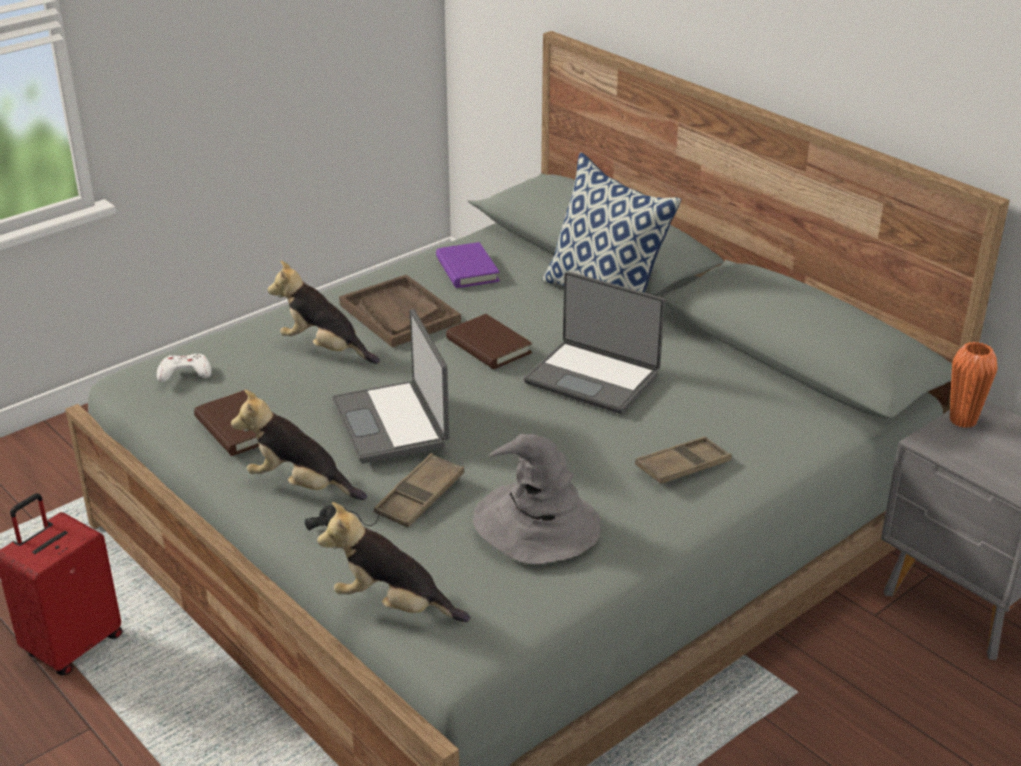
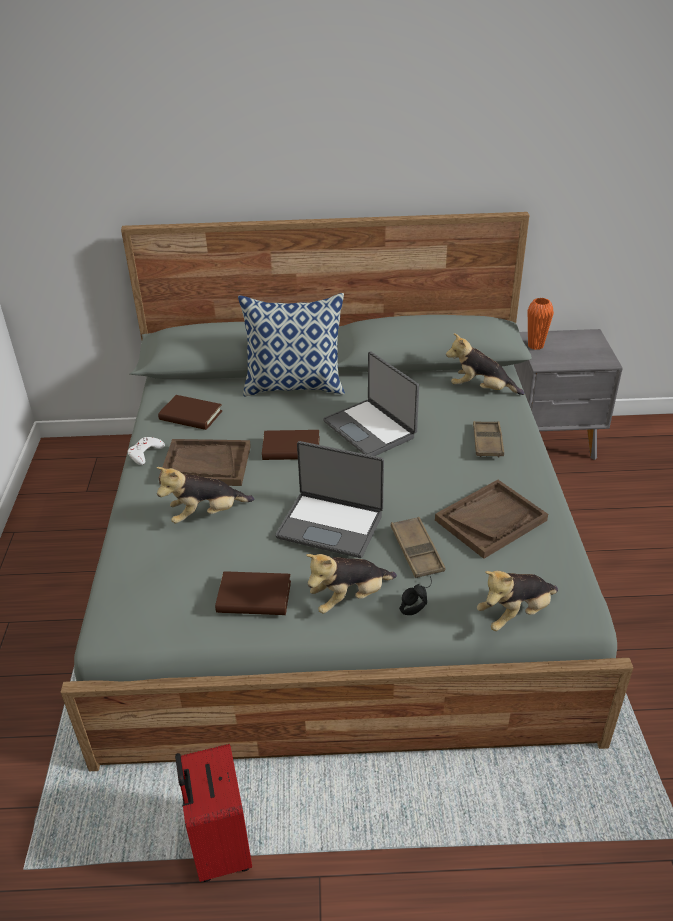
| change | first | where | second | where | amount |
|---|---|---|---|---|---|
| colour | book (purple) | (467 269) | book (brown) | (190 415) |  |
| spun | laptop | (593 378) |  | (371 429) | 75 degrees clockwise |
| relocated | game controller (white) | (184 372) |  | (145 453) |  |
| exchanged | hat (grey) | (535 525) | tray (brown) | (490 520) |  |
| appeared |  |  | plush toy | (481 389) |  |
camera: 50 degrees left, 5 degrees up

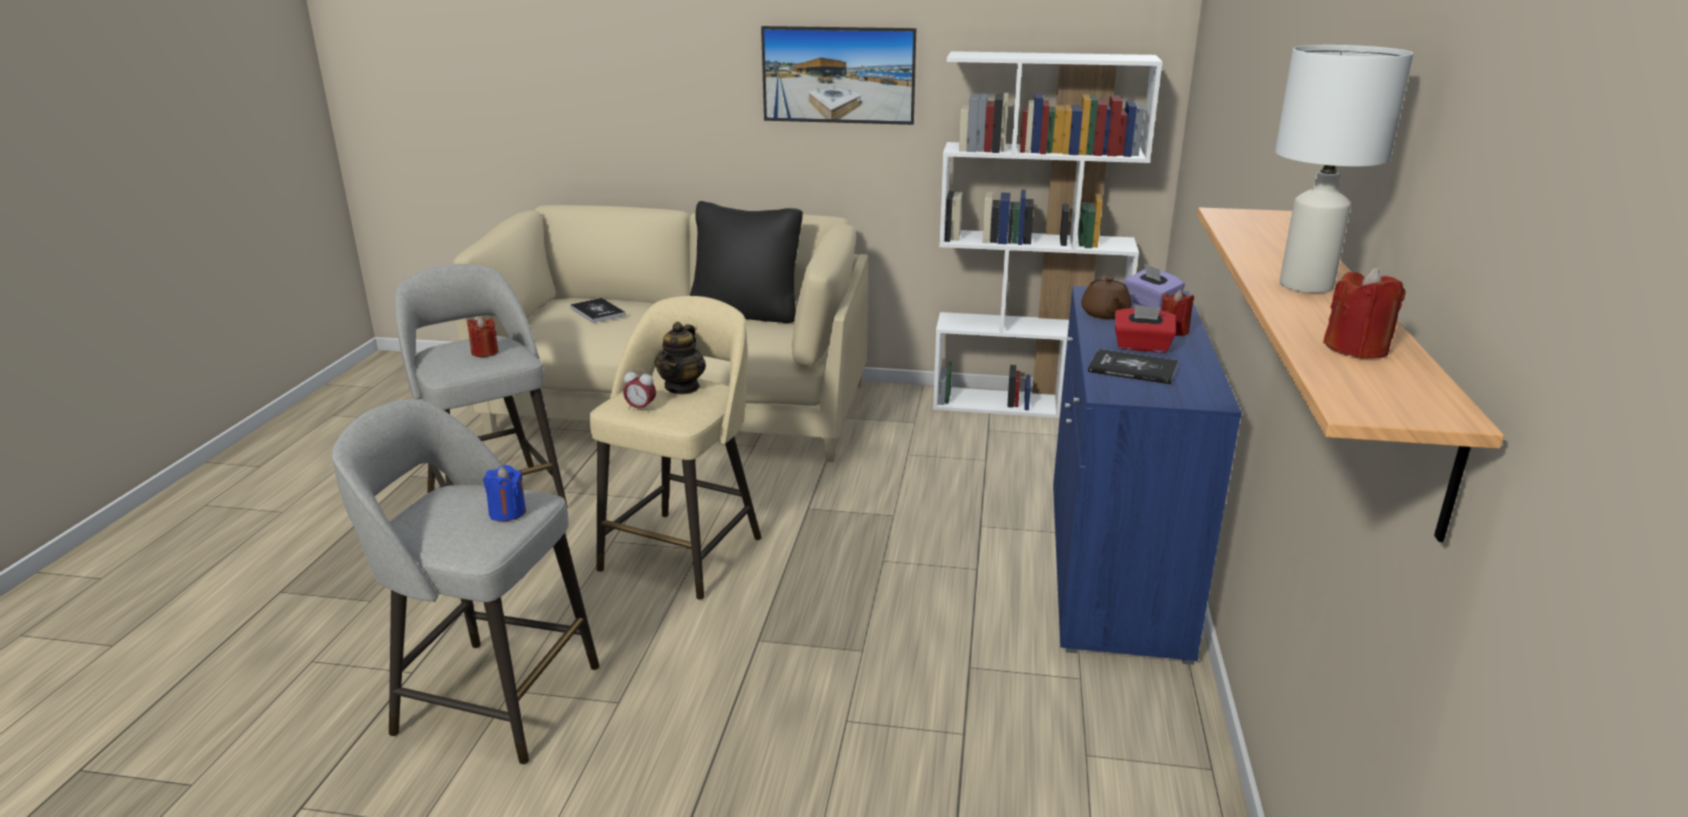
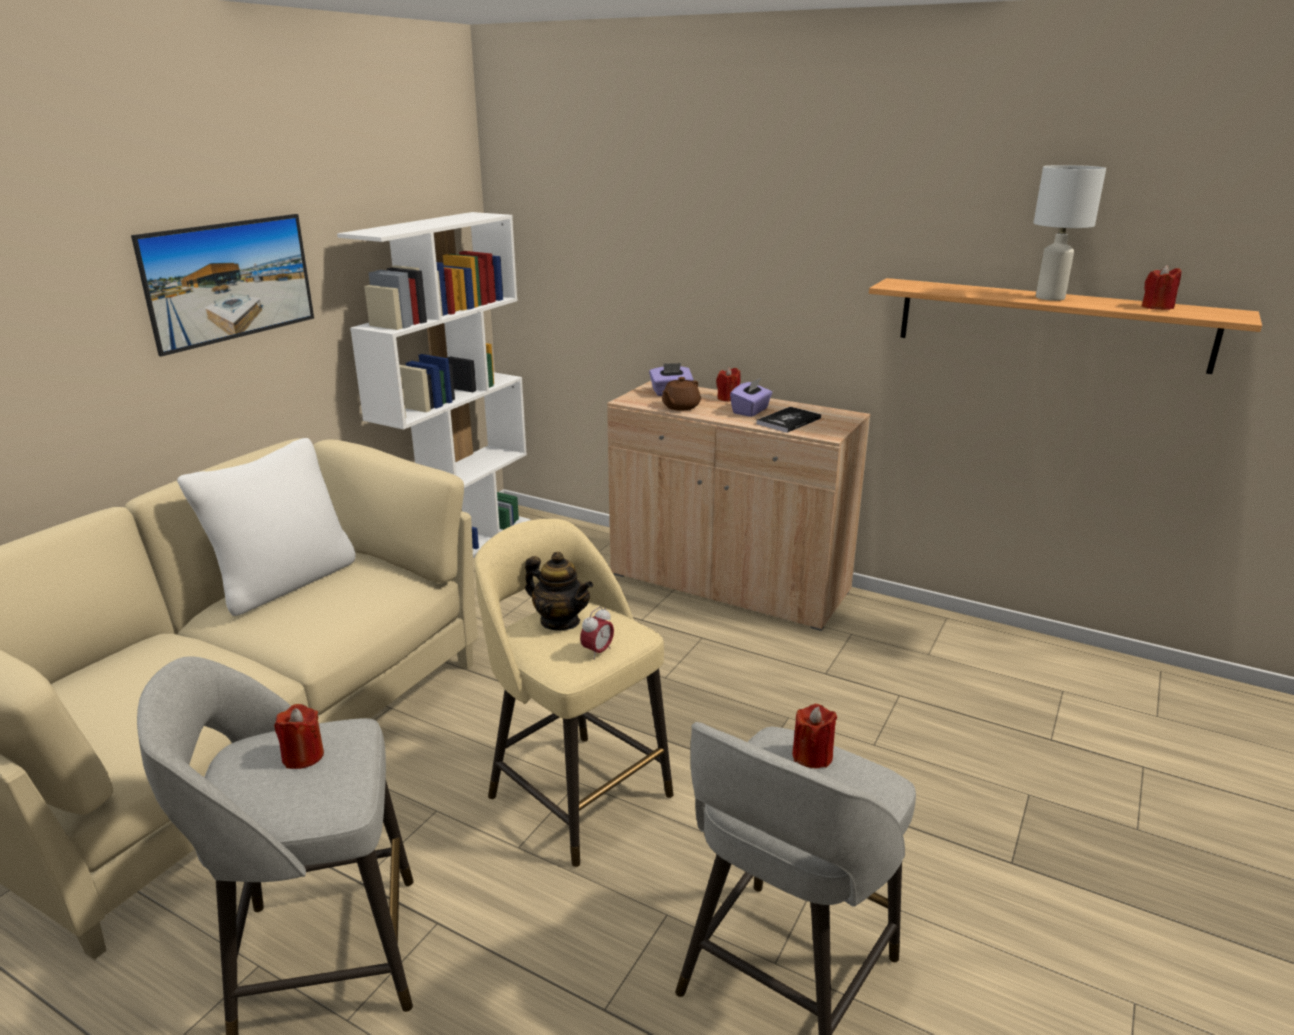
| change | first | where | second | where | amount |
|---|---|---|---|---|---|
| colour | pillow (black) | (746 313) | pillow (white) | (285 582) |  |
| spun | teapot (brown) | (1105 314) |  | (680 407) | 105 degrees clockwise |
| colour | cabinet (blue) | (1113 566) | cabinet (beige) | (728 584) |  |
| missing | book | (597 312) |  |  |  |
| colour | tissue box (red) | (1142 347) | tissue box (purple) | (750 411) |  |
| colour | candle (blue) | (507 512) | candle (red) | (812 756) |  |
camera: 70 degrees left, 0 degrees up

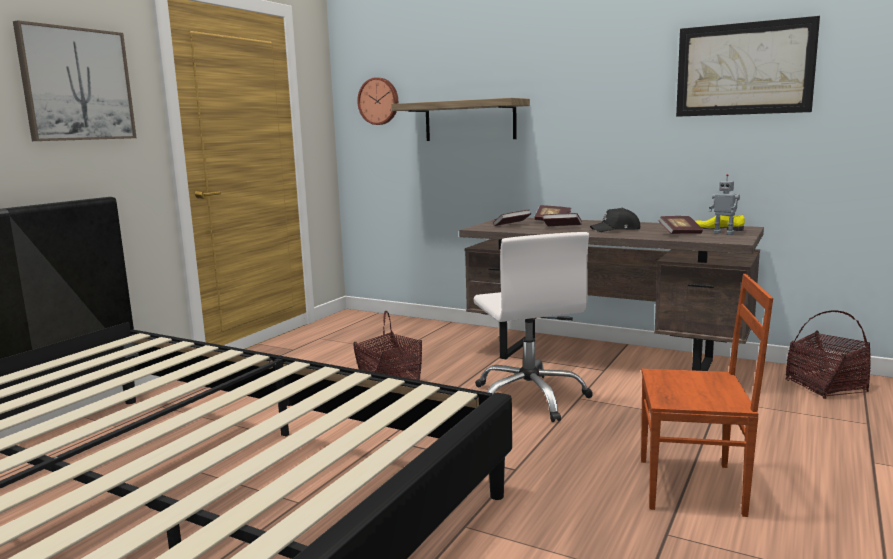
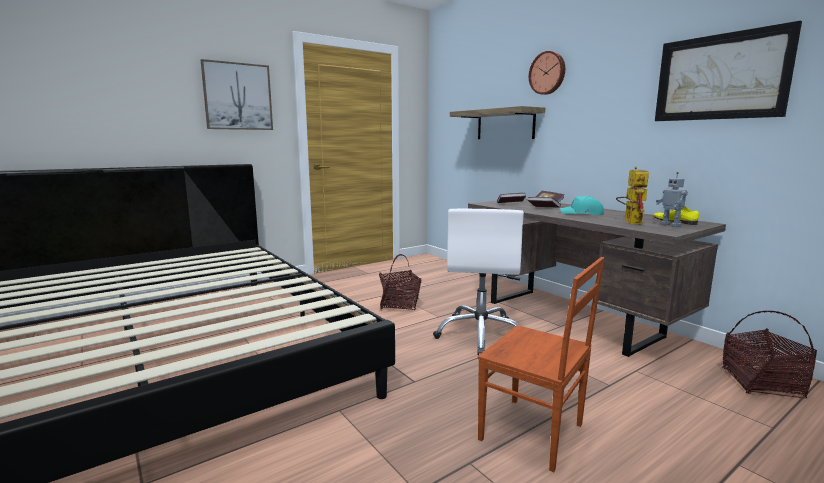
| change | first | where | second | where | amount |
|---|---|---|---|---|---|
| relocated | wall clock | (379 101) |  | (548 73) |  |
| colour | cap (black) | (616 230) | cap (turquoise) | (582 214) |  |
| exchanged | book | (680 233) | toy robot | (630 221) |  |
camera: 25 degrees right, 0 degrees up

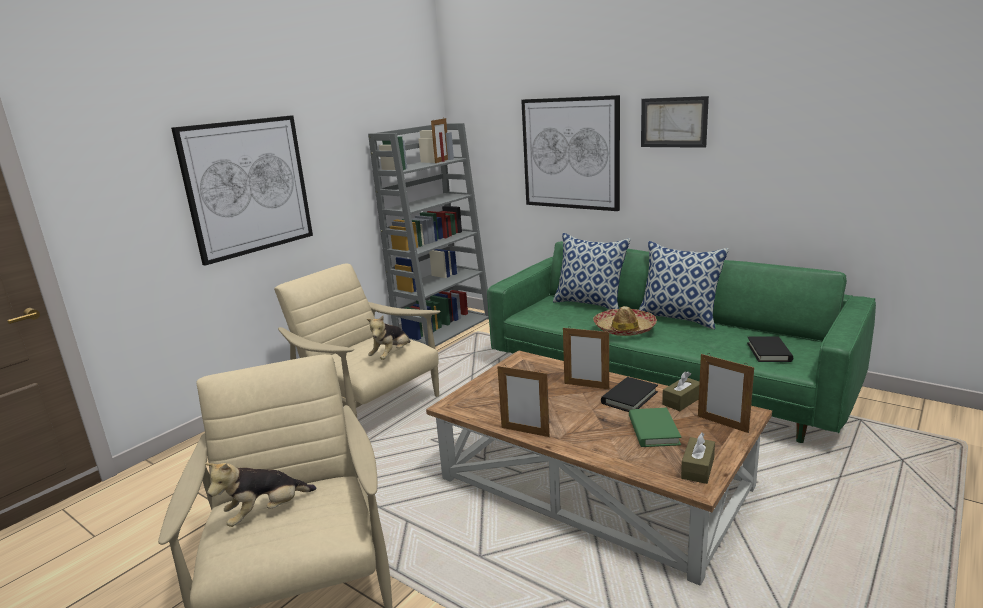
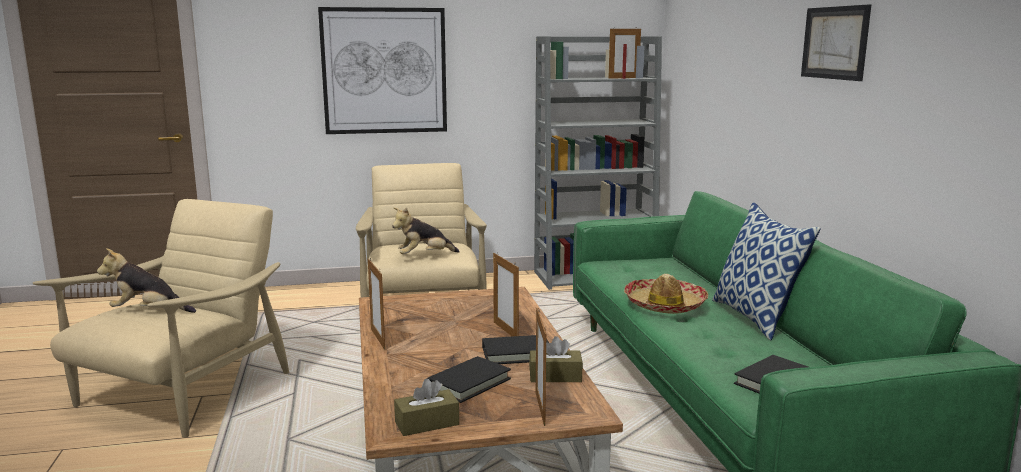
| change | first | where | second | where | amount |
|---|---|---|---|---|---|
| missing | picture | (570 153) |  |  |  |
| missing | pillow | (590 303) |  |  |  |
| colour | book (green) | (653 430) | book (black) | (468 383) |  |
camera: 40 degrees right, 5 degrees down

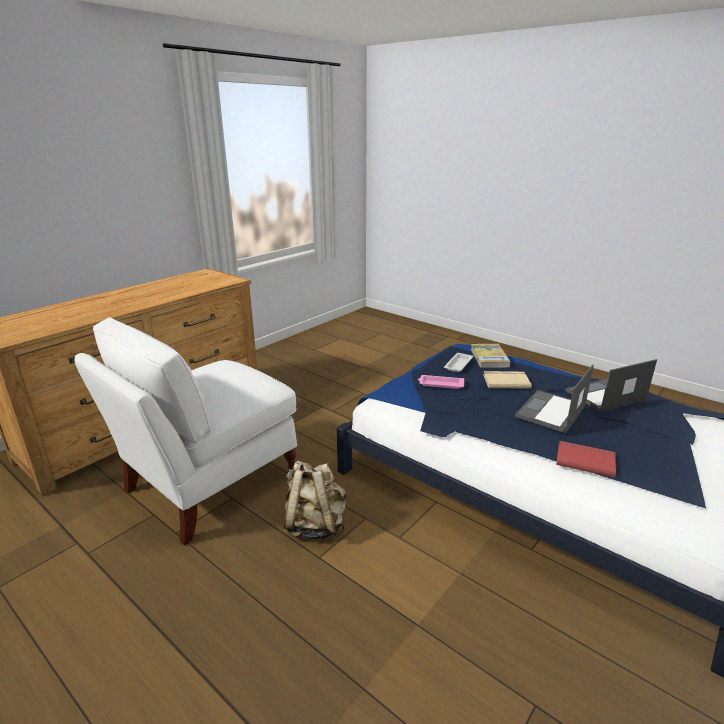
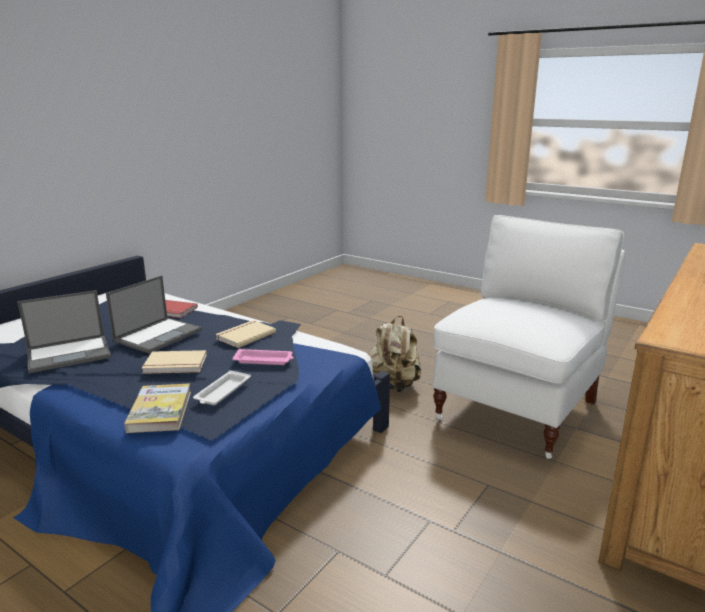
| change | first | where | second | where | amount |
|---|---|---|---|---|---|
| appeared |  |  | book (beige) | (244 335) |  |
camera: 175 degrees right, 5 degrees down

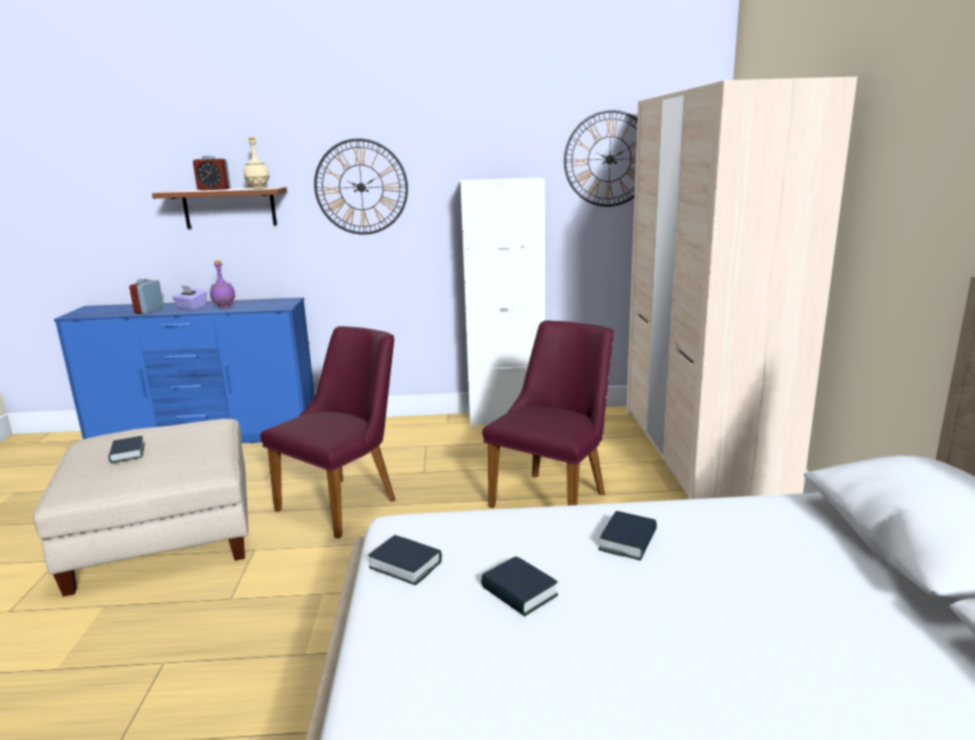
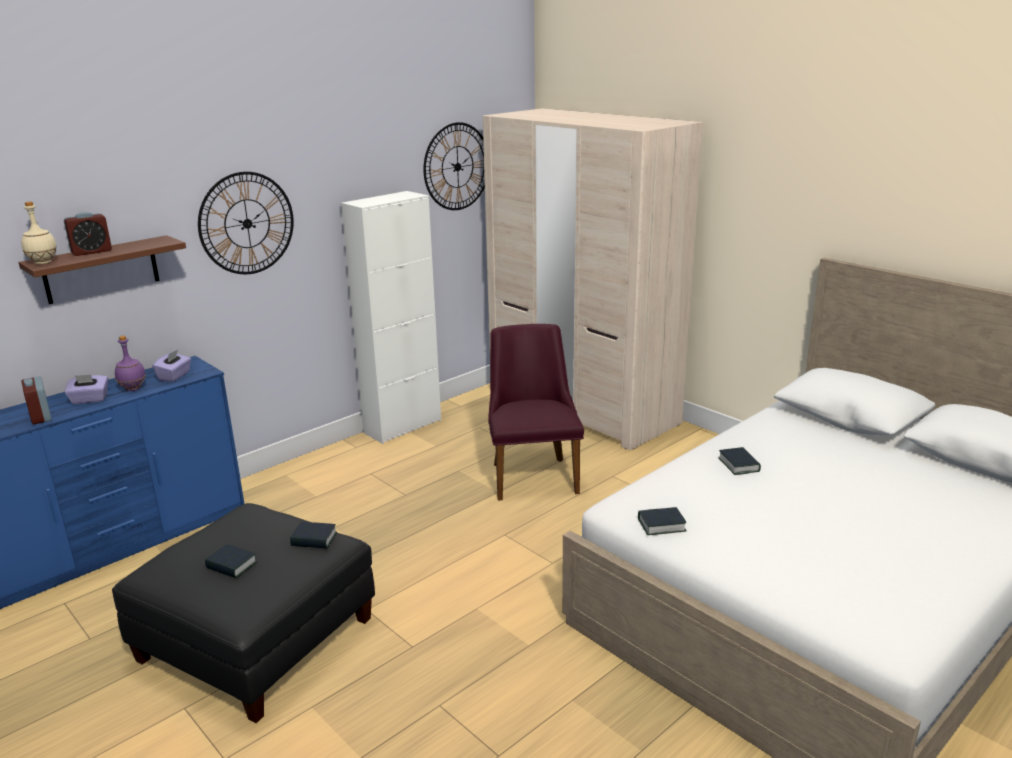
| change | first | where | second | where | amount |
|---|---|---|---|---|---|
| relocated | bottle (beige) | (257 188) |  | (42 263) |  |
| missing | chair (purple) | (346 501) |  |  |  |
| colour | ottoman (beige) | (165 534) | ottoman (black) | (256 638) |  |
| relocated | book | (519 592) |  | (314 539) |  |
| appeared |  |  | tissue box (purple) | (175 376) |  |
camera: 40 degrees left, 5 degrees up

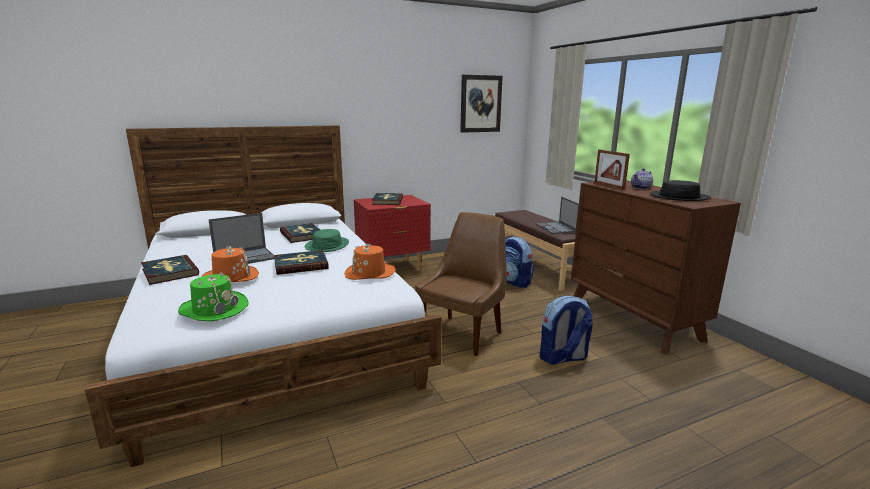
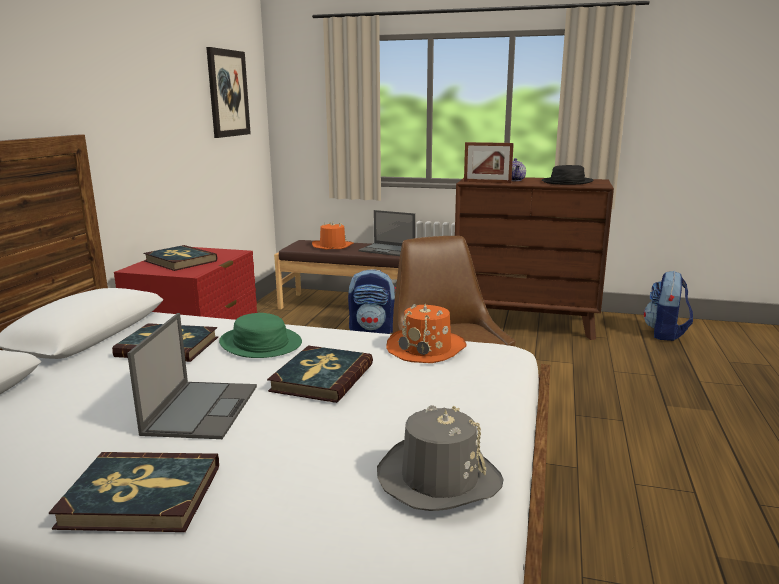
| change | first | where | second | where | amount |
|---|---|---|---|---|---|
| relocated | hat (orange) | (231 277) |  | (332 246) |  |
| colour | hat (green) | (214 309) | hat (grey) | (438 477) |  |
| relocated | backpack | (563 358) |  | (665 333) |  |
camera: 50 degrees left, 0 degrees up

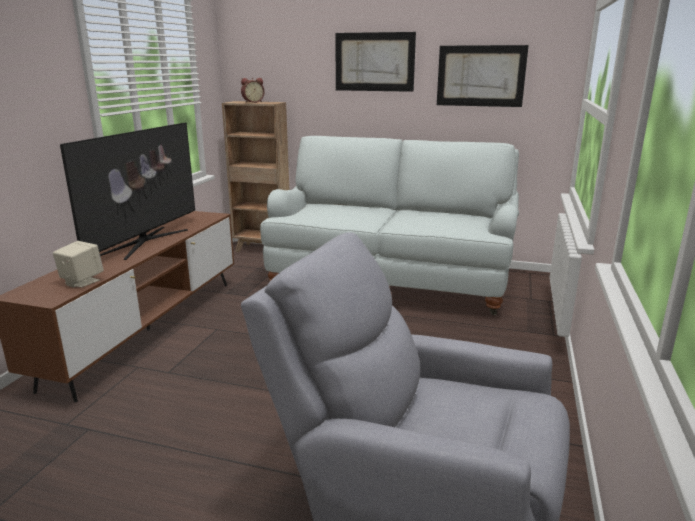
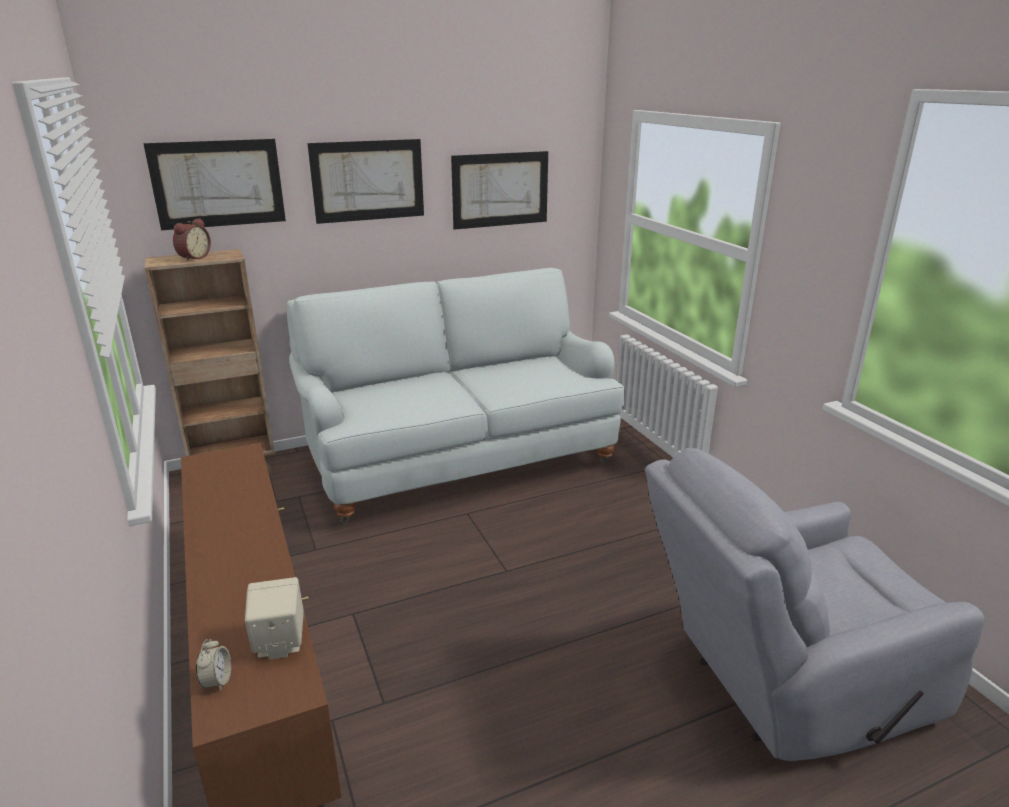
| change | first | where | second | where | amount |
|---|---|---|---|---|---|
| missing | television | (145 242) |  |  |  |
| appeared |  |  | picture | (218 184) |  |
| appeared |  |  | alarm clock | (217 681) |  |
camera: 40 degrees left, 5 degrees up

